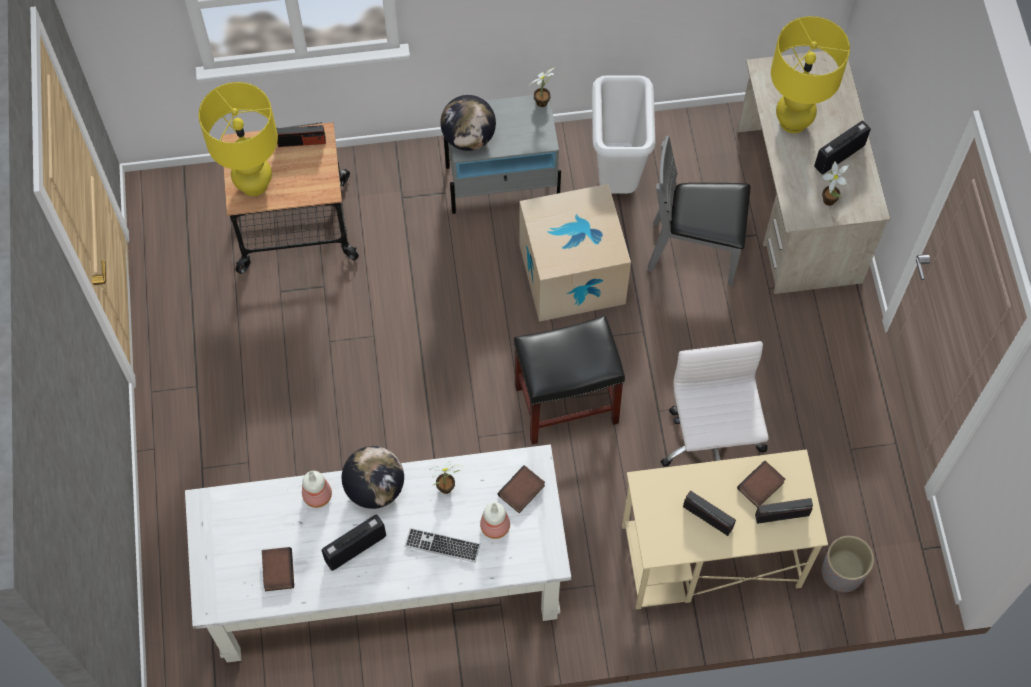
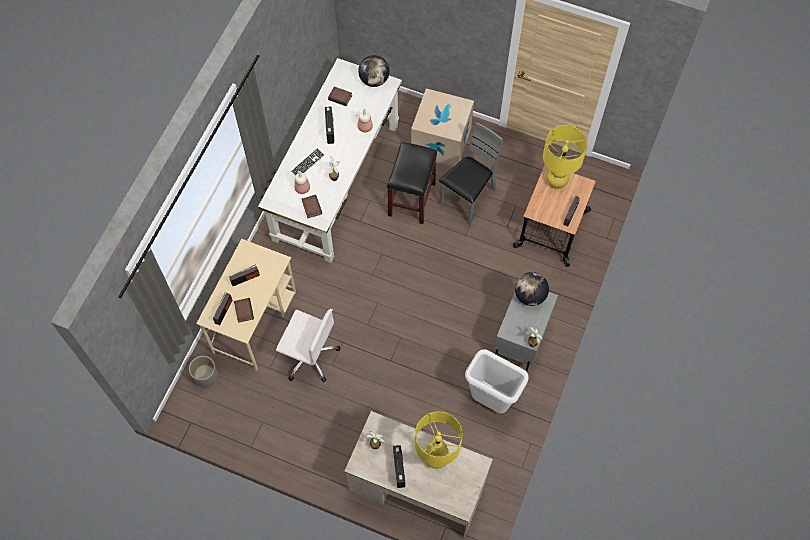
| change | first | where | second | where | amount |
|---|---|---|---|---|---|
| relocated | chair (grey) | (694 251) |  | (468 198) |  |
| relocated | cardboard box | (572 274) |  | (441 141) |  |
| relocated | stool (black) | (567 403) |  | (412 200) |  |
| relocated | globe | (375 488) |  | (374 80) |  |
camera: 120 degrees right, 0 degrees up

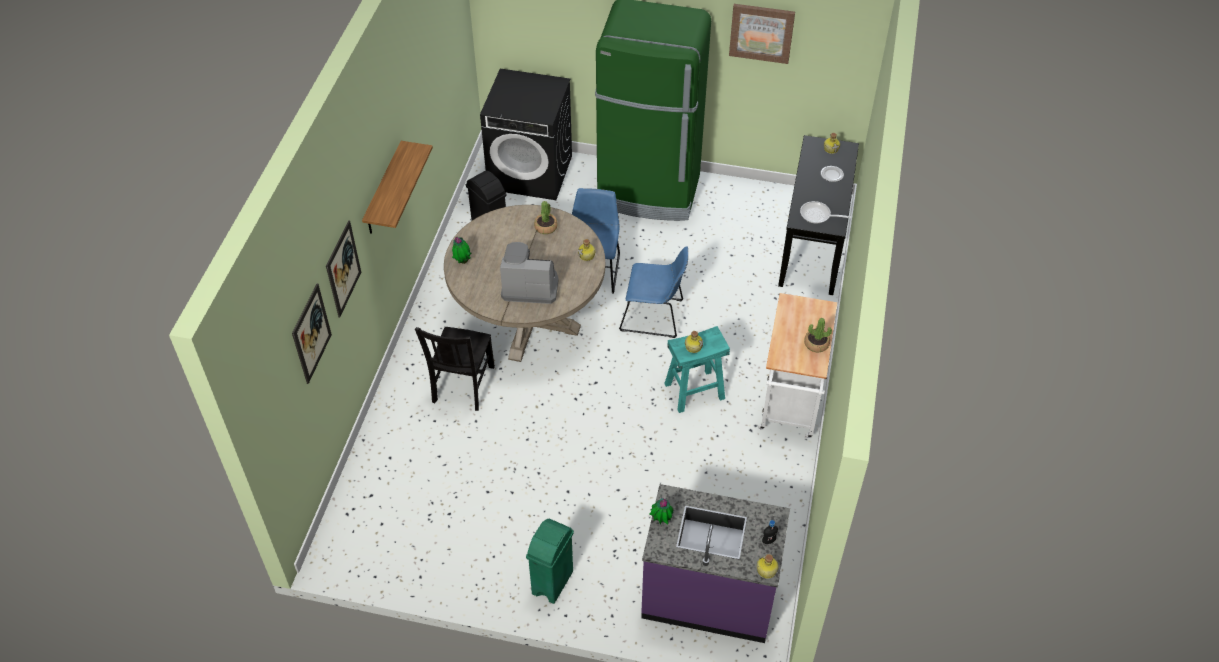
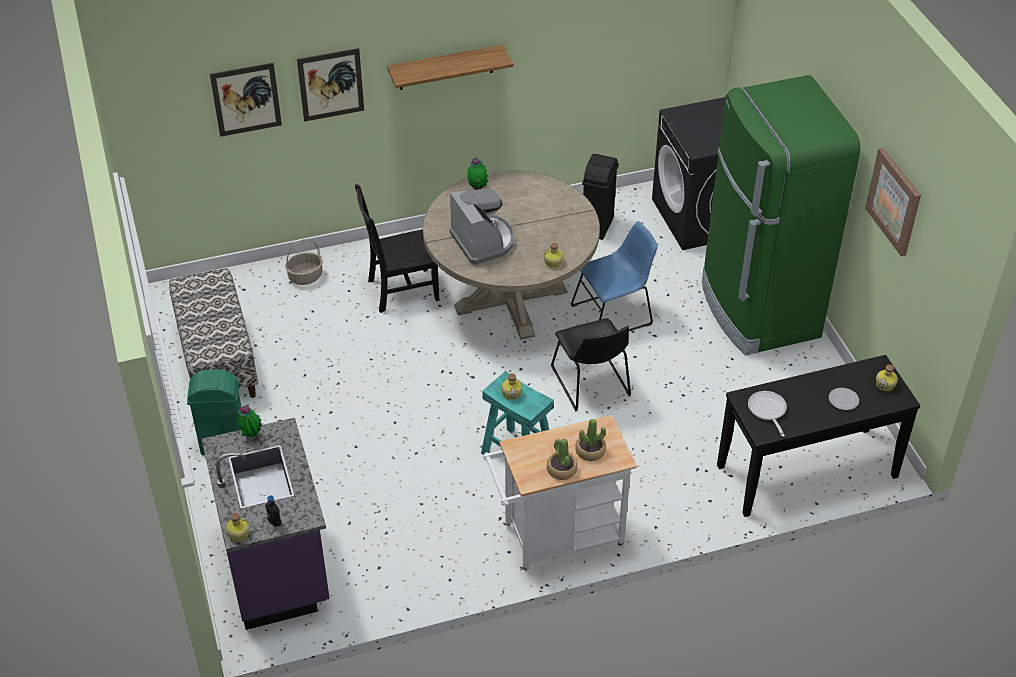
| change | first | where | second | where | amount |
|---|---|---|---|---|---|
| relocated | potted plant | (546 227) |  | (590 451) |  |
| colour | chair (blue) | (654 316) | chair (black) | (591 384) |  |
| appeared |  |  | basket | (305 276) |  |
| appeared |  |  | bench | (217 359) |  |
camera: 60 degrees right, 5 degrees down

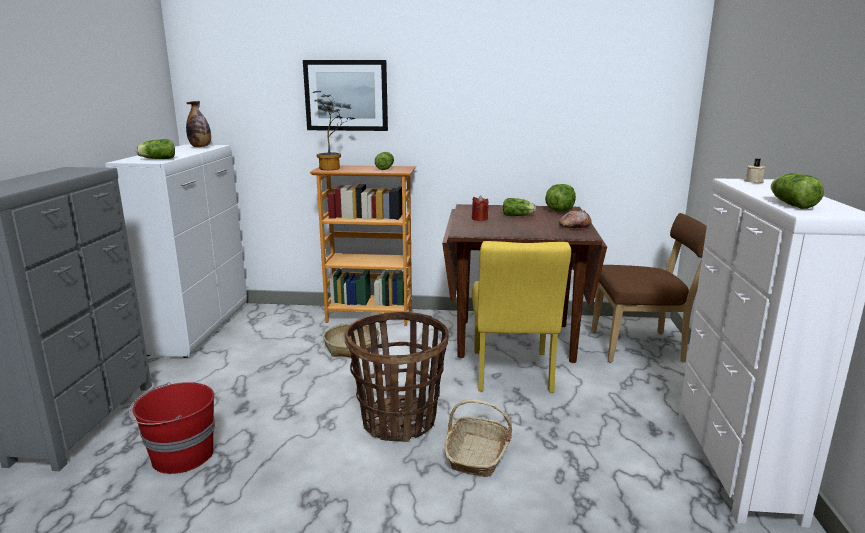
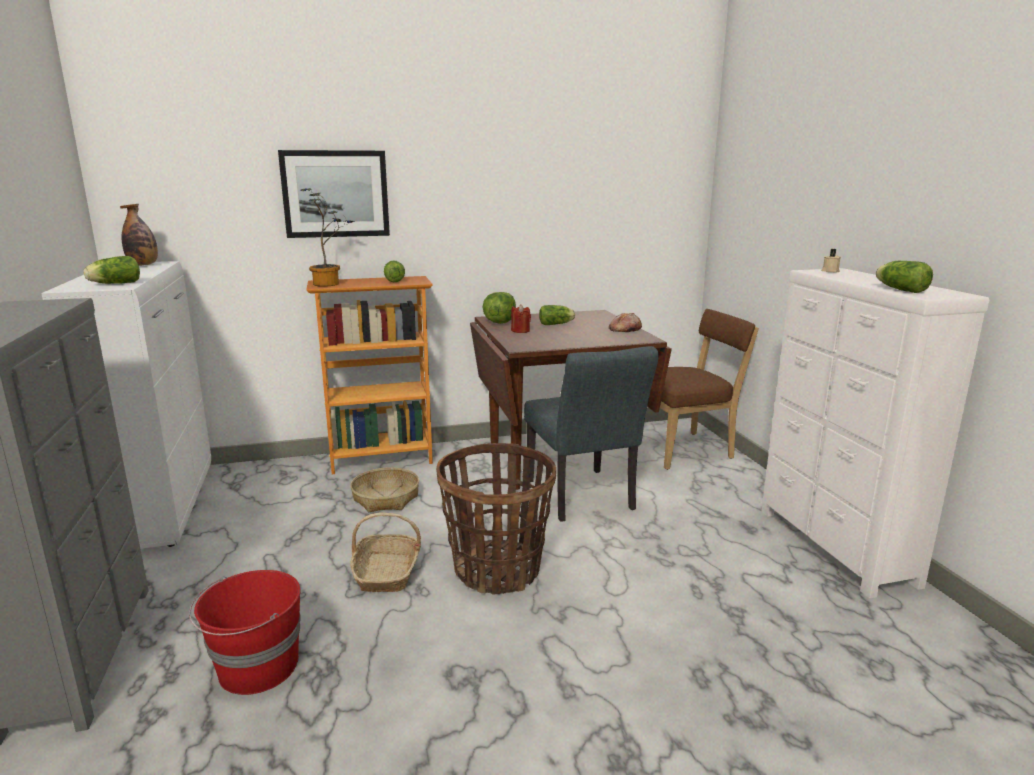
| change | first | where | second | where | amount |
|---|---|---|---|---|---|
| relocated | lettuce | (559 211) |  | (499 322) |  |
| colour | chair (yellow) | (512 375) | chair (grey) | (583 499) |  |
| relocated | basket | (477 456) |  | (386 573) |  |
camera: 20 degrees left, 0 degrees up

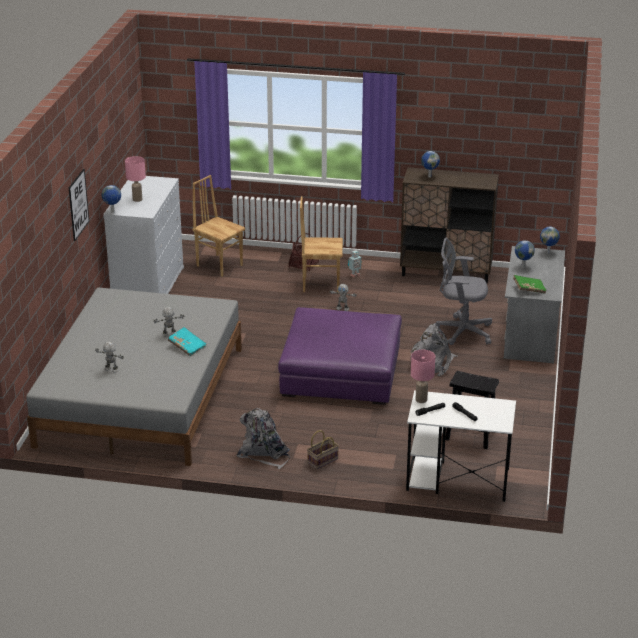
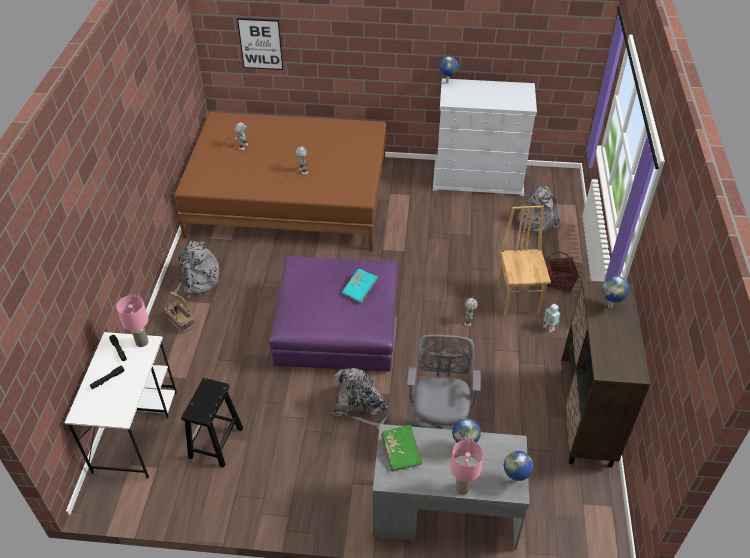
| change | first | where | second | where | amount |
|---|---|---|---|---|---|
| relocated | table lamp (pink) | (137 199) |  | (463 488) |  |
| relocated | picture | (78 204) |  | (260 44) |  |
| exchanged | chair (brown) | (220 265) | backpack (grey) | (536 219) |  |
| colour | bed (grey) | (141 396) | bed (brown) | (289 198) |  |
| relocated | book (turquoise) | (187 346) |  | (360 289) |  |
camera: 85 degrees right, 15 degrees up

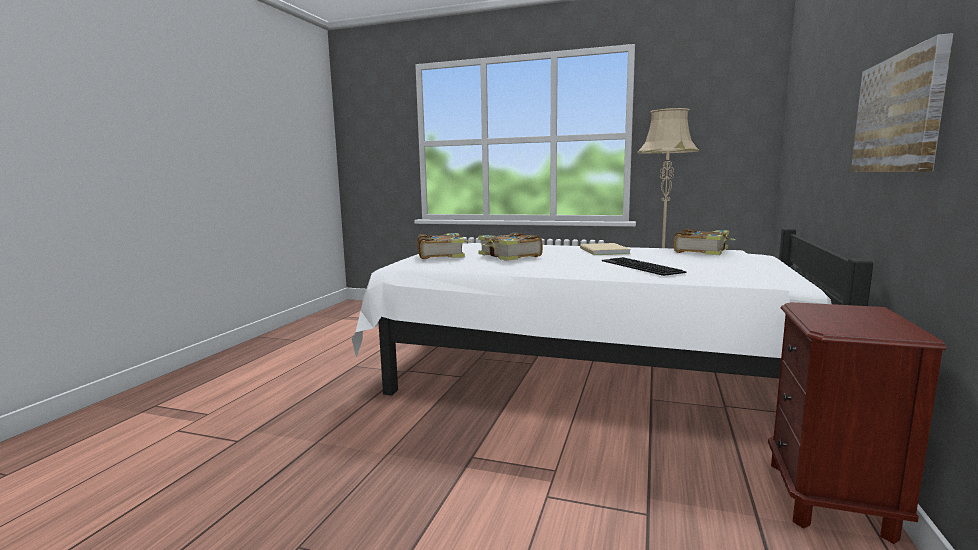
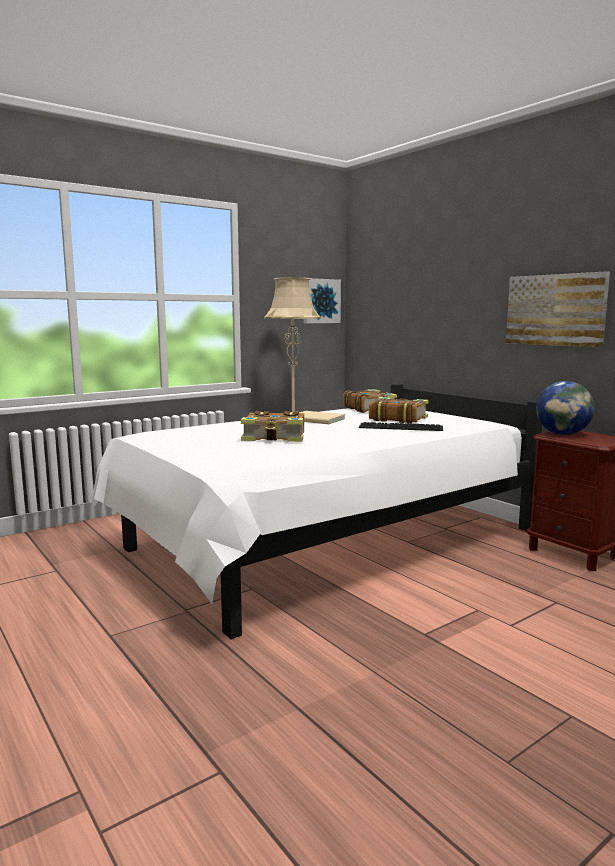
| change | first | where | second | where | amount |
|---|---|---|---|---|---|
| relocated | book | (442 255) |  | (397 418) |  |
| appeared |  |  | picture | (320 301) |  |
| appeared |  |  | globe | (562 434) |  |
camera: 55 degrees left, 0 degrees up

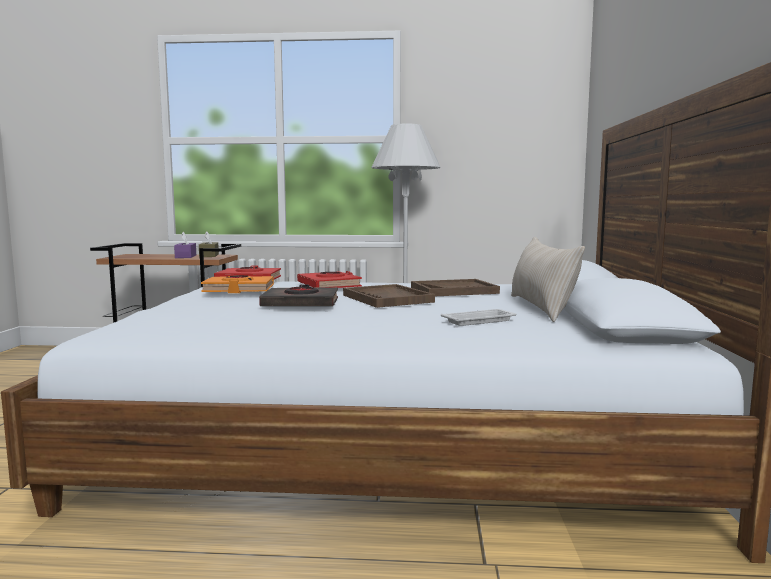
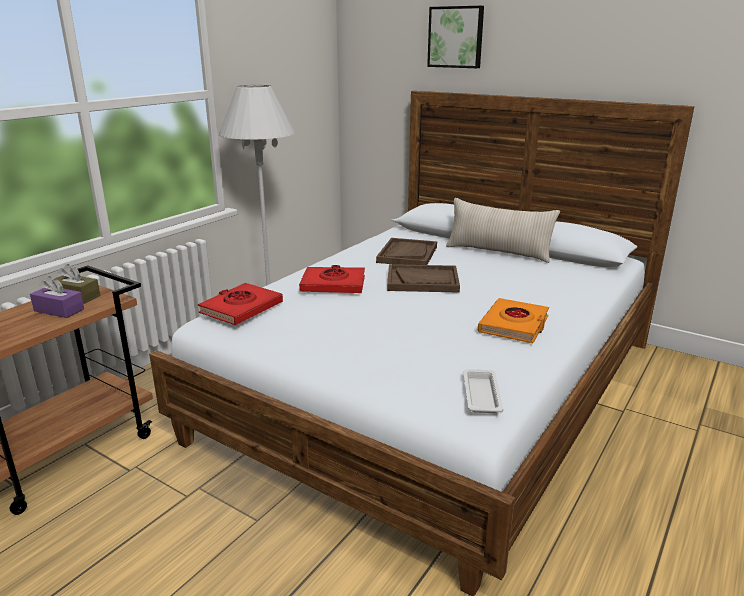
| change | first | where | second | where | amount |
|---|---|---|---|---|---|
| relocated | book (orange) | (238 289) |  | (514 325) |  |
| missing | book (black) | (301 303) |  |  |  |
| relocated | tray (white) | (480 321) |  | (481 394) |  |
| appeared |  |  | picture | (456 37) |  |
camera: 60 degrees left, 15 degrees up

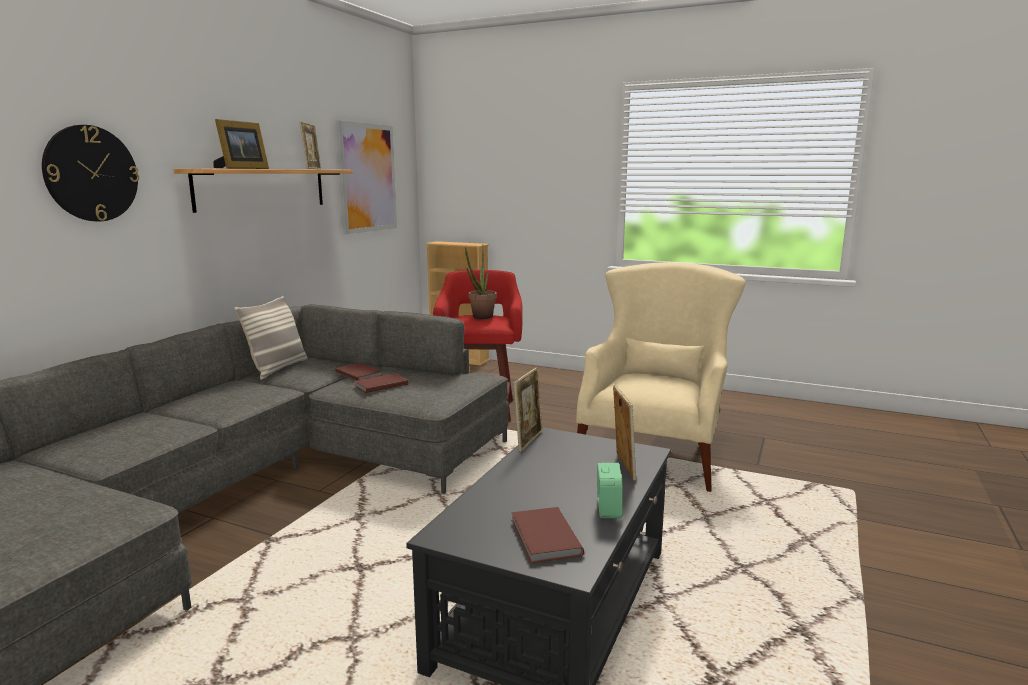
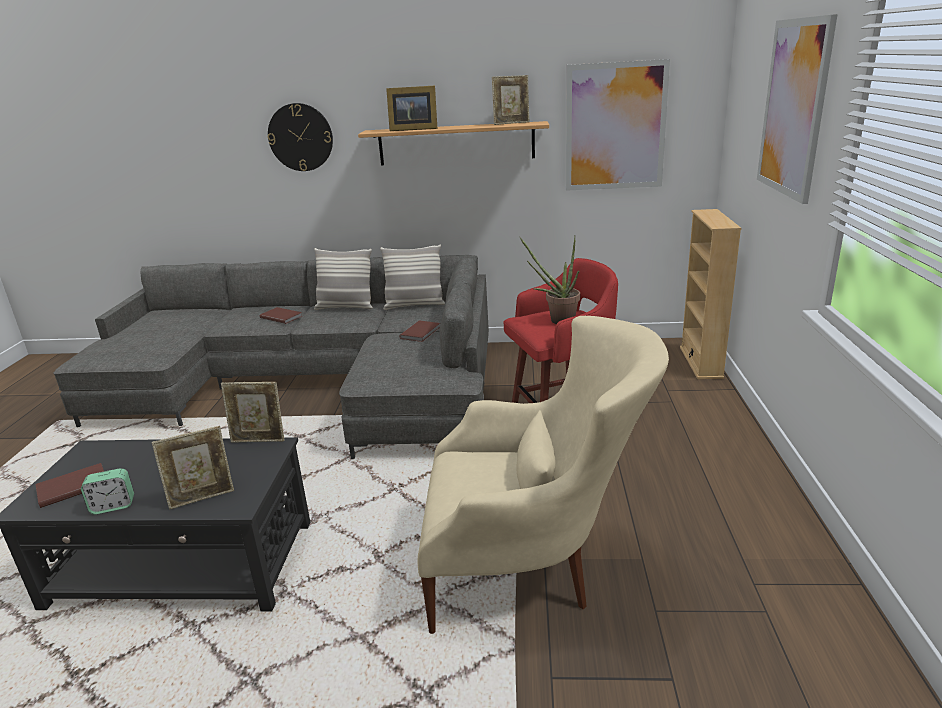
| change | first | where | second | where | amount |
|---|---|---|---|---|---|
| relocated | book (brown) | (380 385) |  | (281 317) |  |
| appeared |  |  | picture | (794 108) |  |
| appeared |  |  | pillow | (345 307) |  |
camera: 70 degrees right, 10 degrees up

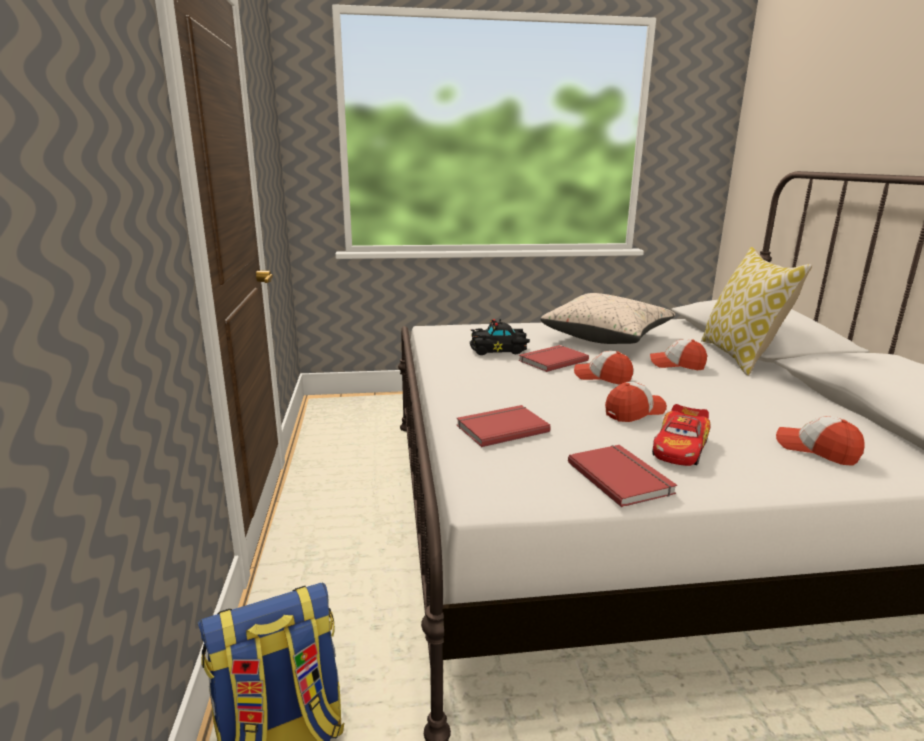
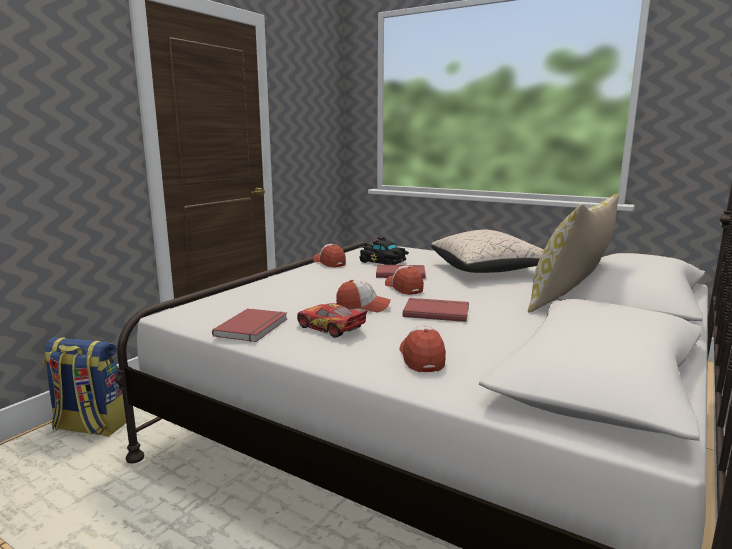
| change | first | where | second | where | amount |
|---|---|---|---|---|---|
| relocated | cap | (676 365) |  | (329 263) |  |
| spun | toy car | (680 448) |  | (330 328) | 60 degrees clockwise |
| relocated | book (red) | (500 428) |  | (436 312) |  |
camera: 40 degrees right, 5 degrees down

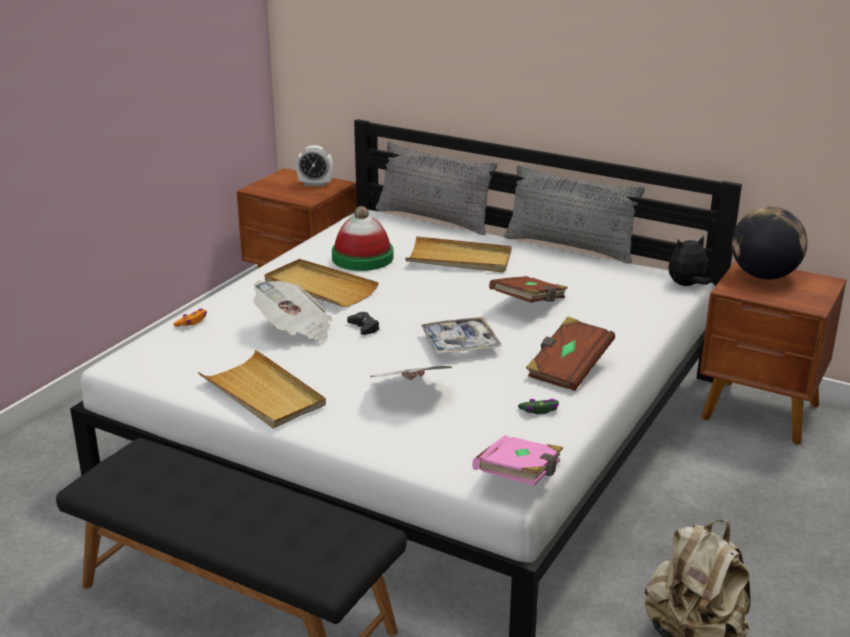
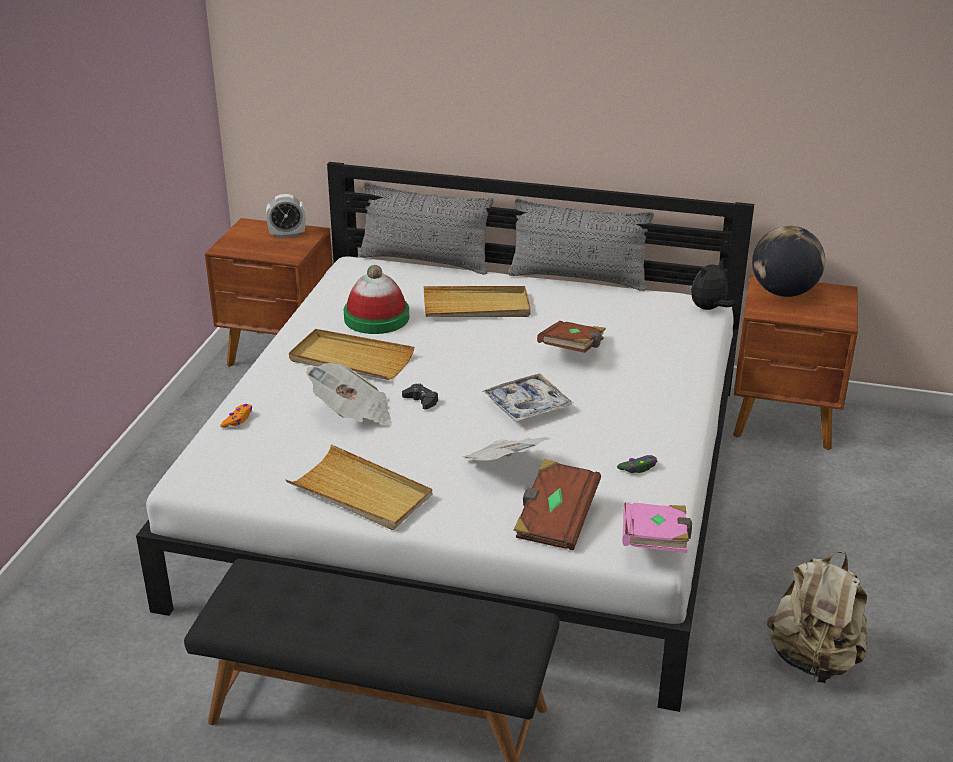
| change | first | where | second | where | amount |
|---|---|---|---|---|---|
| relocated | book (brown) | (568 369) |  | (555 520) |  |
camera: 15 degrees left, 5 degrees up

